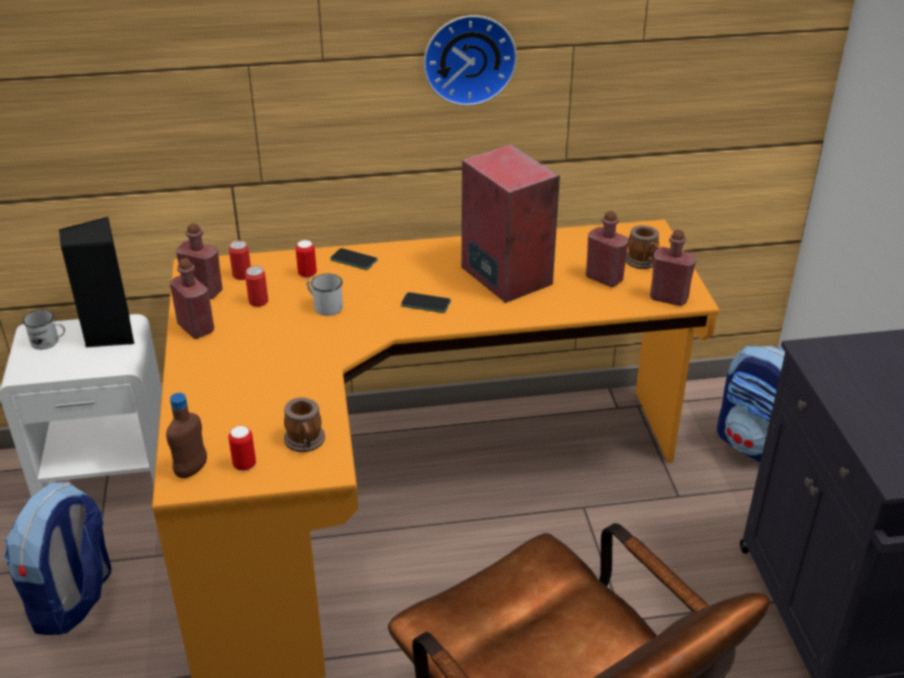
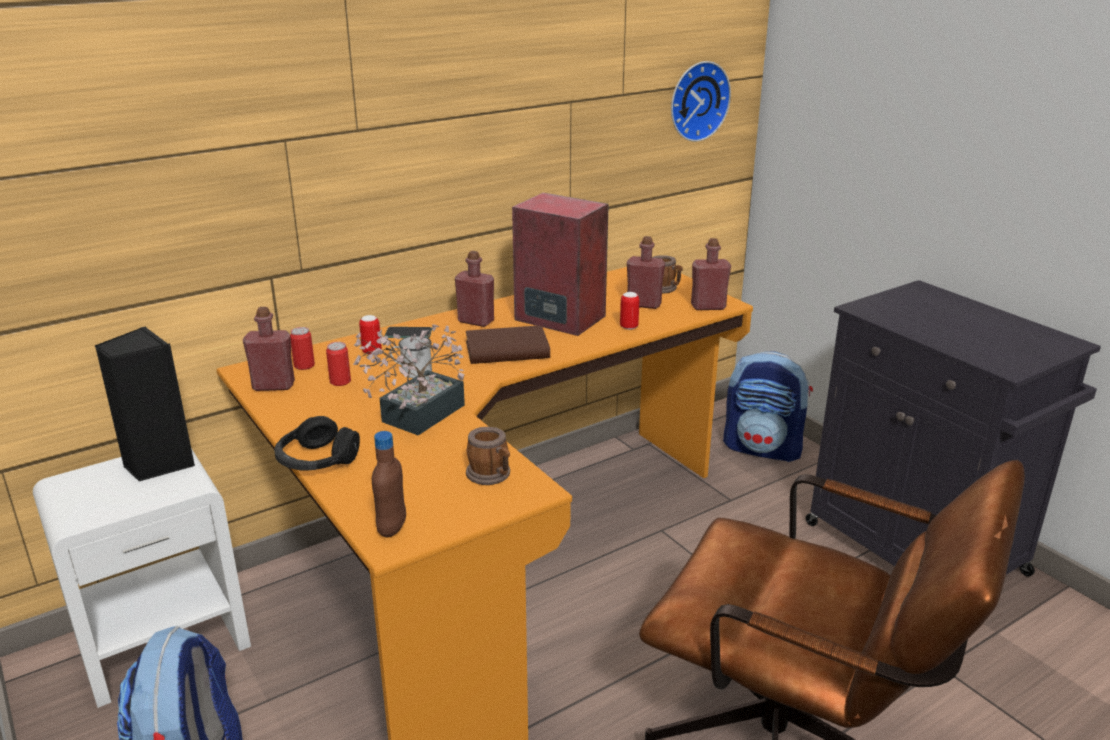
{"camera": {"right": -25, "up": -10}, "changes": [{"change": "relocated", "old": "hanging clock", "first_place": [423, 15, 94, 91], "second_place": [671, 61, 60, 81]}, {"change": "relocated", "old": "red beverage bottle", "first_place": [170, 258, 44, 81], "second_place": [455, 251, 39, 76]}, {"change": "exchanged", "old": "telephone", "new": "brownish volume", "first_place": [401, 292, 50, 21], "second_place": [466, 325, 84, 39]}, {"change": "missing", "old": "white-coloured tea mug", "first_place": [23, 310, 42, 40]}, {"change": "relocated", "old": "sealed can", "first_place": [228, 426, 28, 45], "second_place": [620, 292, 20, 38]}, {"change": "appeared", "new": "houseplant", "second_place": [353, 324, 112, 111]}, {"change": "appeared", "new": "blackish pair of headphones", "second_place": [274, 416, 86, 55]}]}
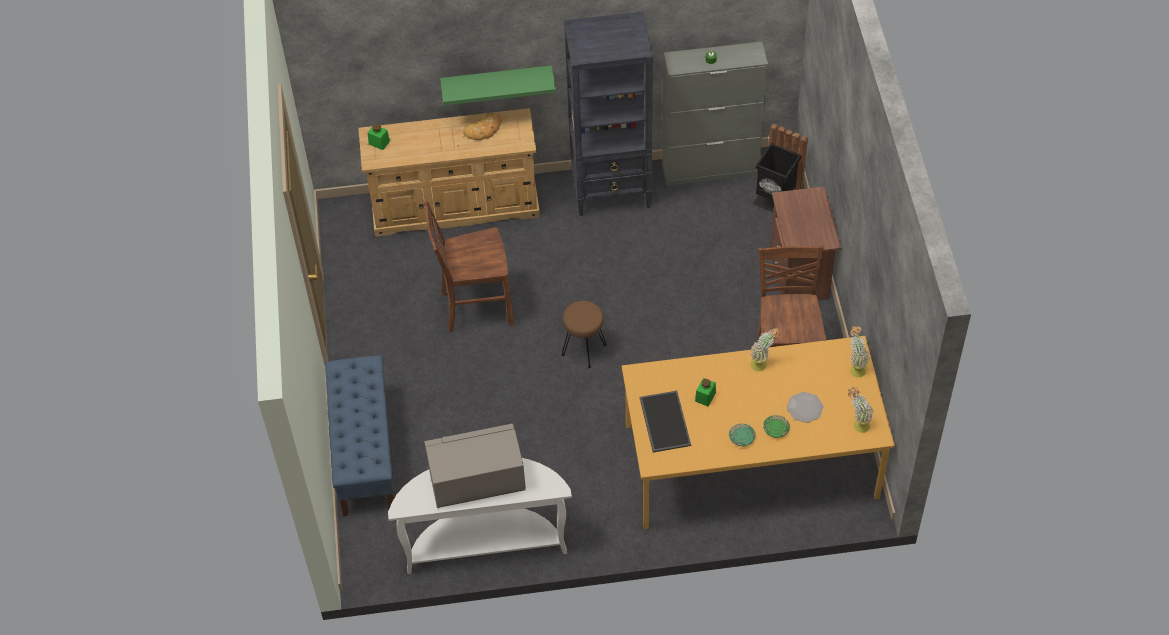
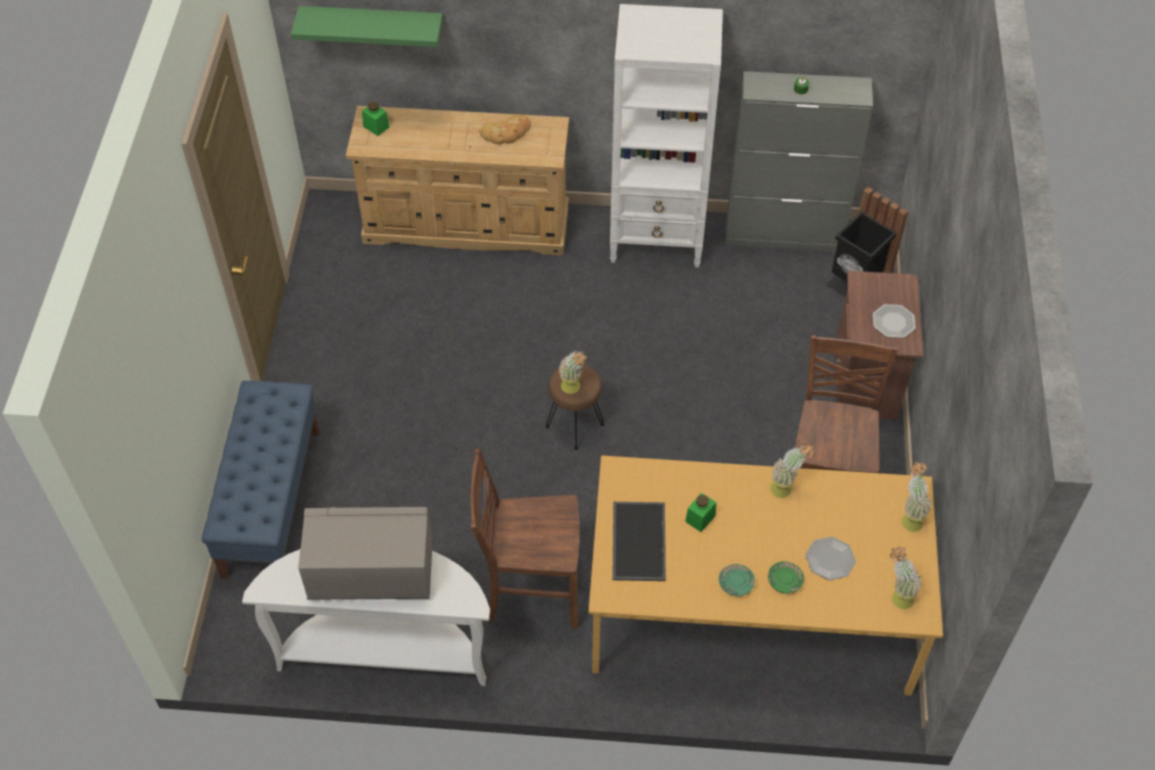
{"camera": {"right": 10, "up": 0}, "changes": [{"change": "colour", "old": "blackish bookcase", "new": "white-coloured bookcase", "first_place": [564, 11, 89, 205], "second_place": [610, 4, 113, 263]}, {"change": "relocated", "old": "greenish shelf", "first_place": [440, 65, 116, 41], "second_place": [291, 6, 152, 41]}, {"change": "relocated", "old": "brownish upright chair", "first_place": [424, 201, 90, 131], "second_place": [470, 449, 110, 180]}, {"change": "appeared", "new": "flat dish", "second_place": [873, 304, 43, 34]}, {"change": "appeared", "new": "houseplant", "second_place": [558, 351, 29, 43]}]}
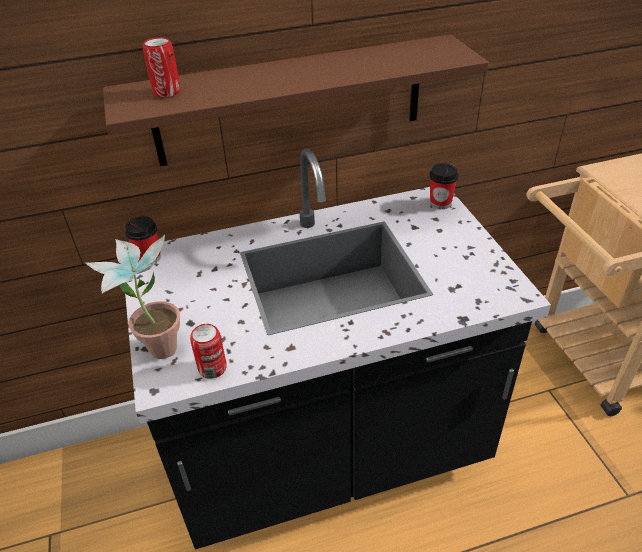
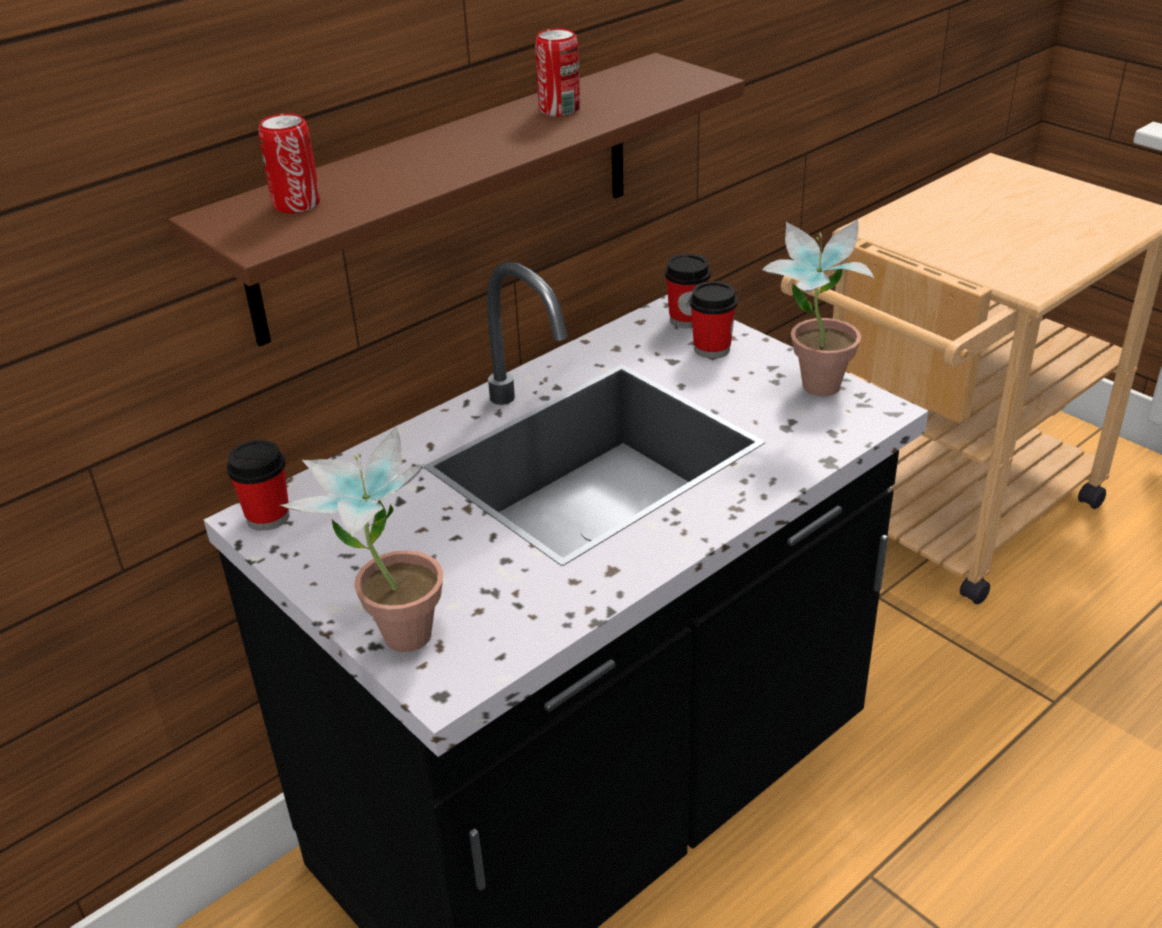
{"camera": {"right": -25, "up": -5}, "changes": [{"change": "relocated", "old": "sealed can", "first_place": [190, 324, 36, 55], "second_place": [535, 28, 45, 88]}, {"change": "appeared", "new": "houseplant", "second_place": [762, 219, 112, 177]}, {"change": "appeared", "new": "cup", "second_place": [690, 281, 48, 78]}]}
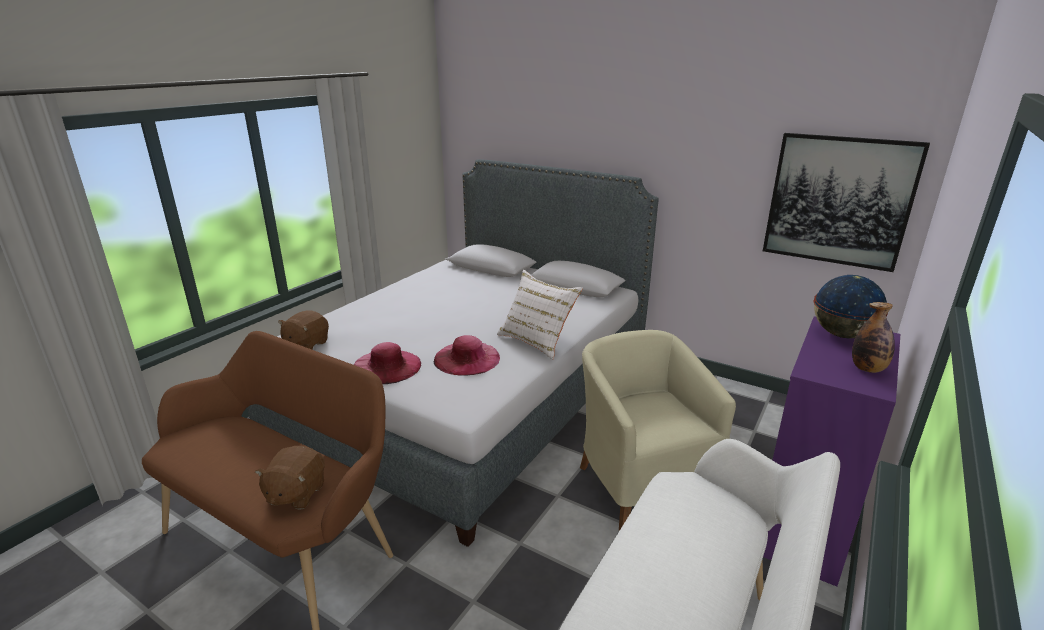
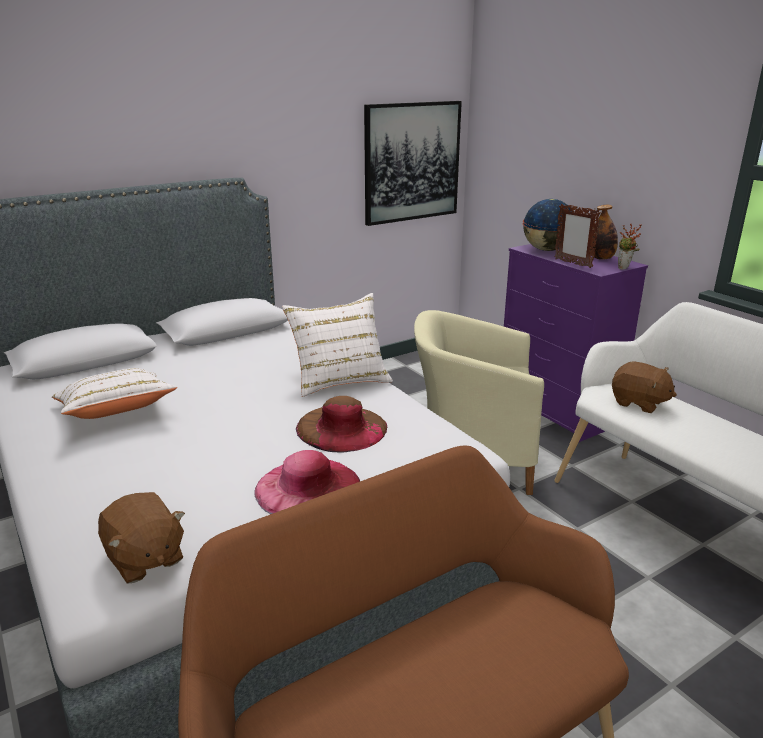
{"camera": {"right": -65, "up": 0}, "changes": [{"change": "colour", "old": "pink-coloured clothing hat", "new": "brownish clothing hat", "first_place": [434, 335, 66, 40], "second_place": [296, 396, 91, 57]}, {"change": "relocated", "old": "brownish plush toy", "first_place": [255, 446, 70, 64], "second_place": [612, 361, 65, 52]}, {"change": "appeared", "new": "photo frame", "second_place": [554, 204, 47, 64]}, {"change": "appeared", "new": "houseplant", "second_place": [618, 224, 24, 46]}, {"change": "appeared", "new": "white-coloured cushion", "second_place": [52, 368, 125, 51]}]}
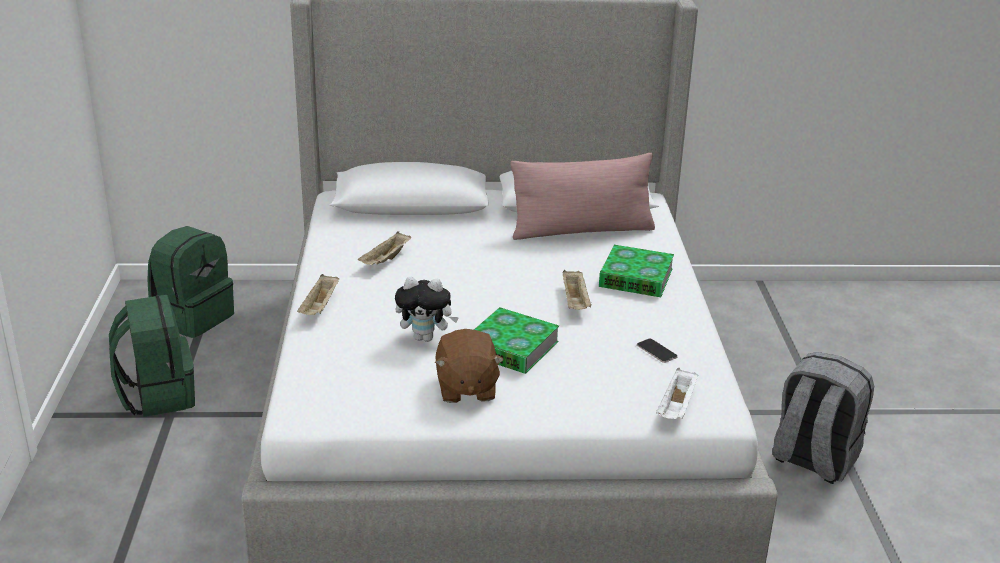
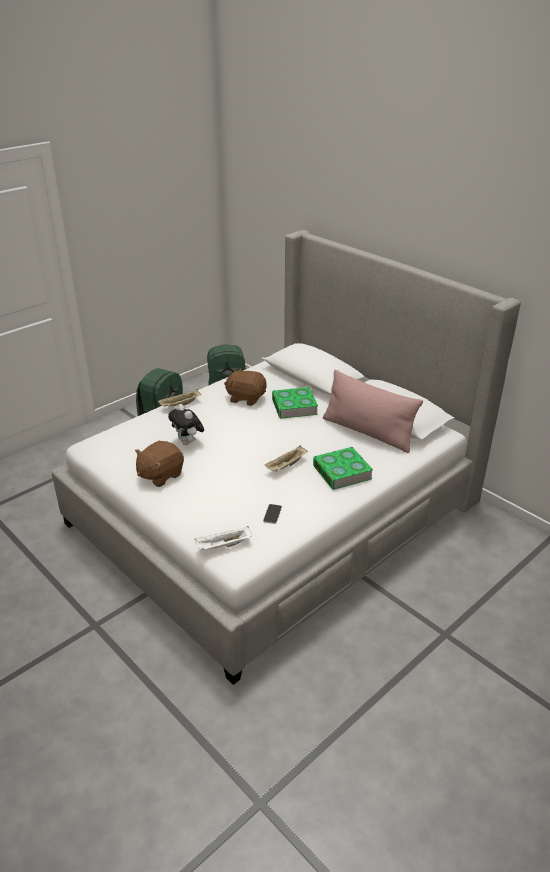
{"camera": {"right": 50, "up": 5}, "changes": [{"change": "exchanged", "old": "beige-coloured tray", "new": "brownish plush toy", "first_place": [358, 231, 53, 34], "second_place": [224, 368, 43, 38]}, {"change": "relocated", "old": "volume", "first_place": [474, 307, 85, 67], "second_place": [272, 387, 46, 32]}, {"change": "missing", "old": "greyish backpack", "first_place": [772, 352, 102, 132]}]}
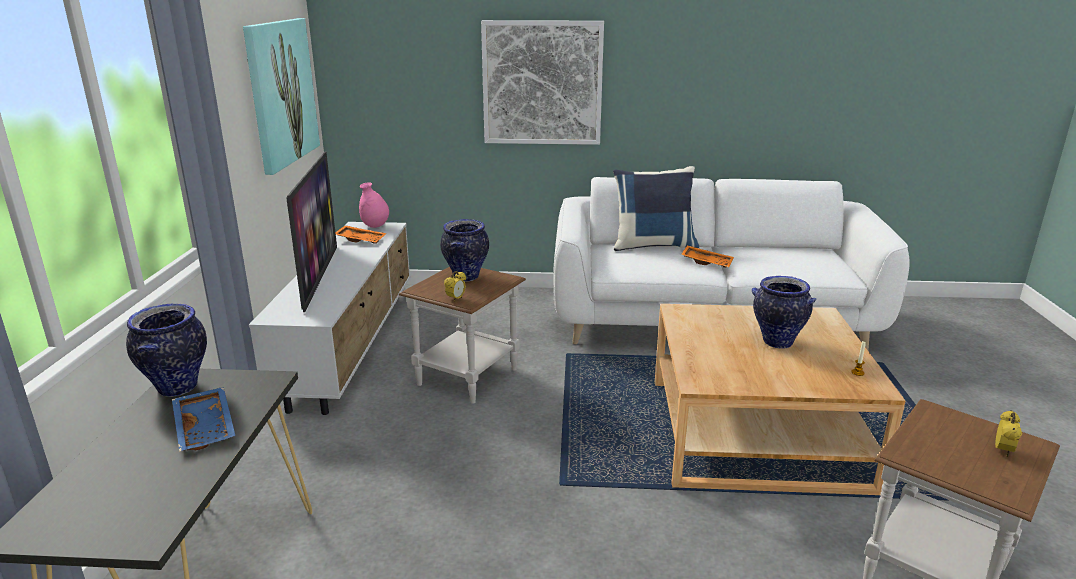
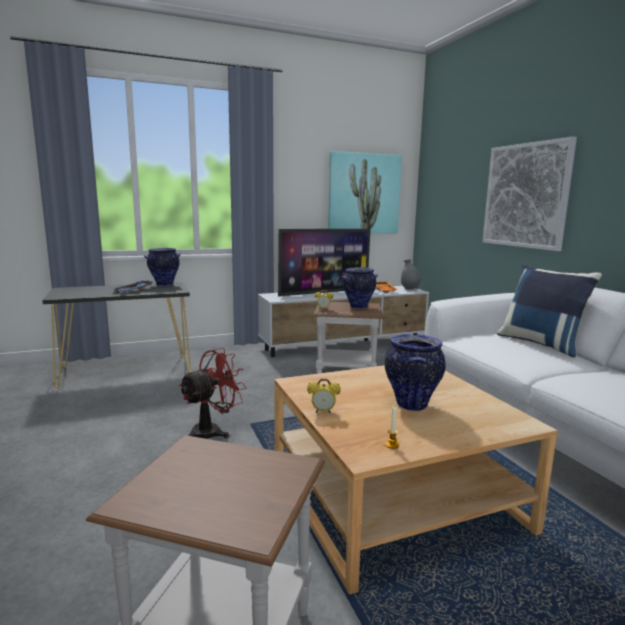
{"camera": {"right": 65, "up": -10}, "changes": [{"change": "colour", "old": "pink-coloured flower vase", "new": "greyish flower vase", "first_place": [359, 182, 30, 46], "second_place": [401, 259, 20, 30]}, {"change": "missing", "old": "orange-coloured tray", "first_place": [681, 245, 53, 23]}, {"change": "relocated", "old": "alarm clock", "first_place": [995, 410, 27, 47], "second_place": [307, 379, 34, 34]}, {"change": "appeared", "new": "red cooling fan", "second_place": [179, 348, 67, 91]}]}
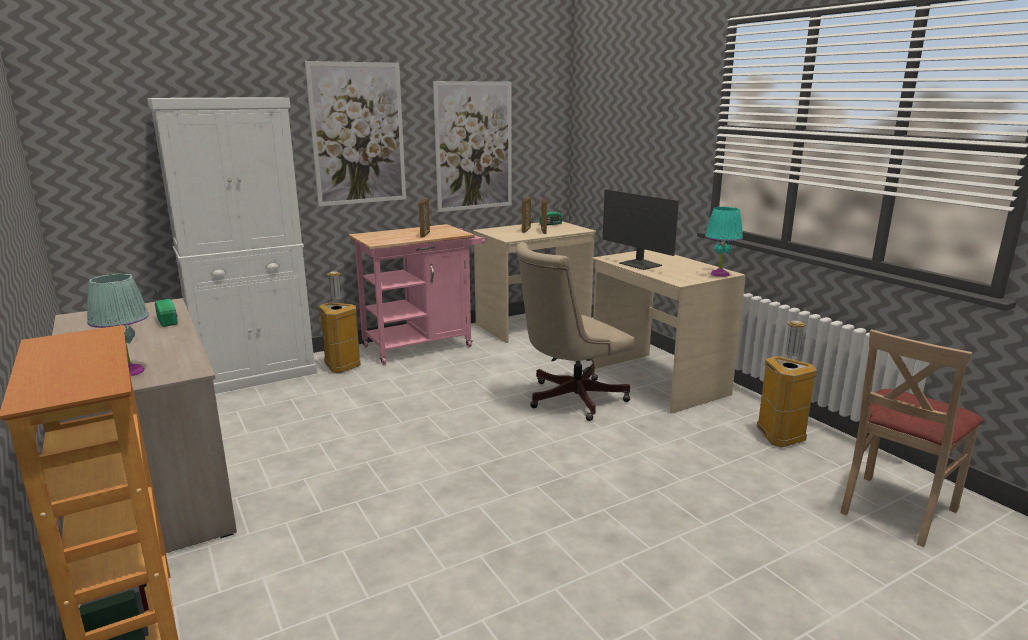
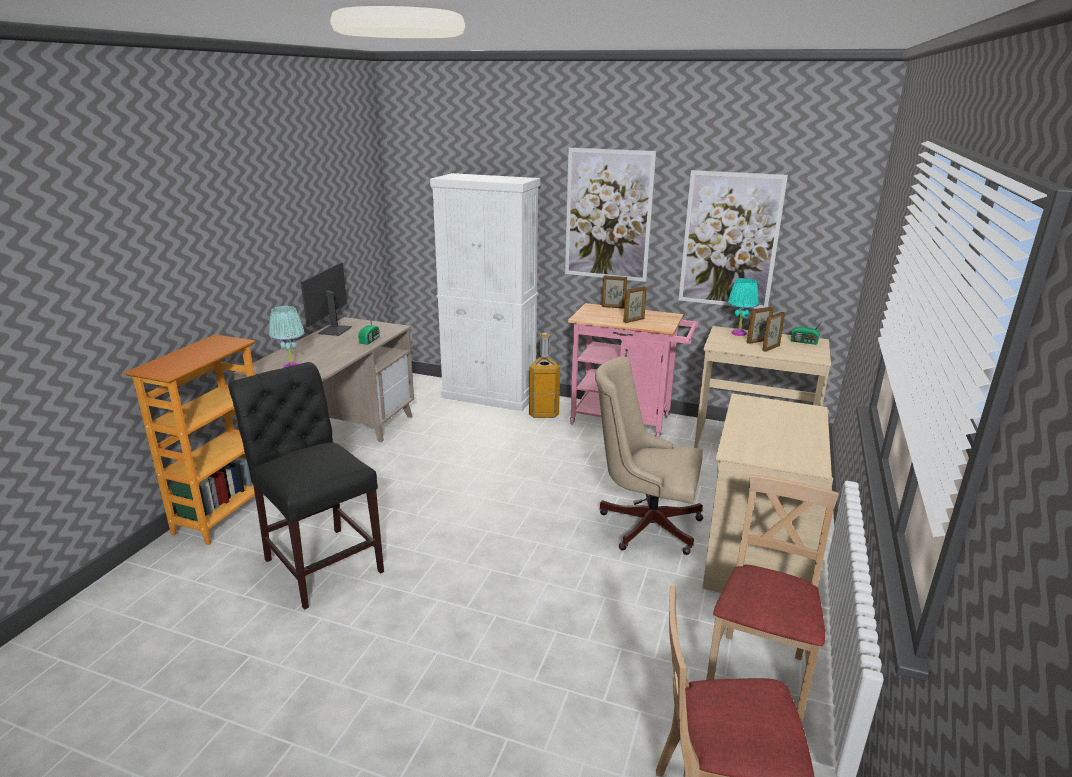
{"camera": {"right": 50, "up": 5}, "changes": [{"change": "relocated", "old": "computer display", "first_place": [603, 190, 76, 80], "second_place": [301, 262, 51, 74]}, {"change": "relocated", "old": "turquoise lamp for a table", "first_place": [705, 207, 38, 70], "second_place": [728, 278, 31, 58]}, {"change": "exchanged", "old": "trash can", "new": "beige-coloured upright chair", "first_place": [757, 320, 60, 127], "second_place": [706, 474, 133, 248]}, {"change": "appeared", "new": "photo frame", "second_place": [602, 275, 25, 34]}, {"change": "appeared", "new": "blackish upright chair", "second_place": [228, 362, 156, 248]}]}
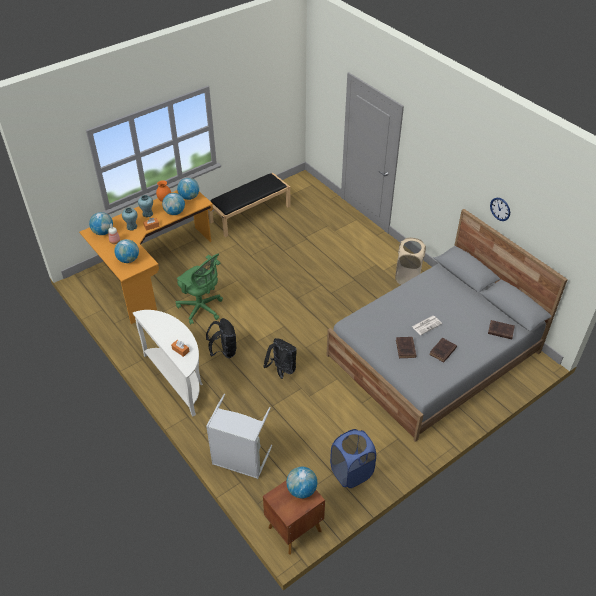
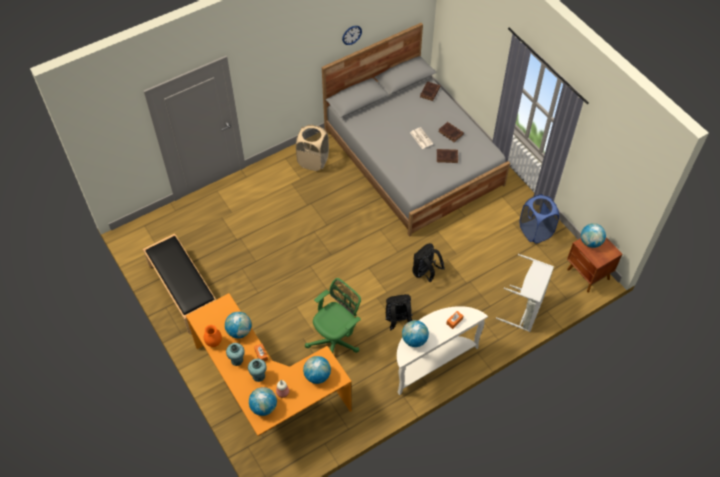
{"camera": {"right": -85, "up": 10}, "changes": [{"change": "relocated", "old": "globe", "first_place": [177, 178, 22, 22], "second_place": [402, 320, 27, 27]}]}
